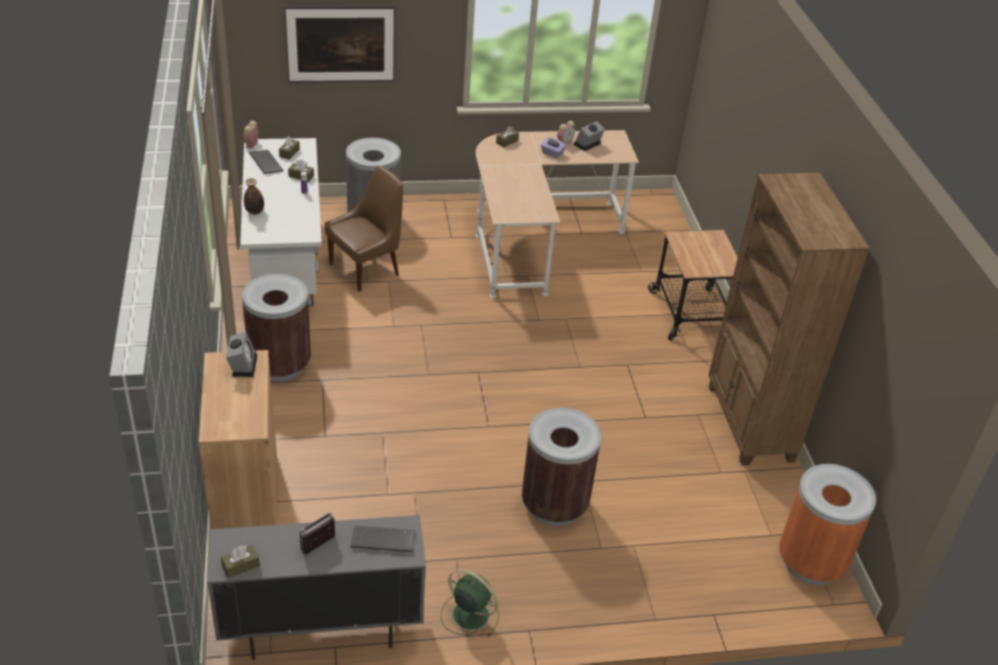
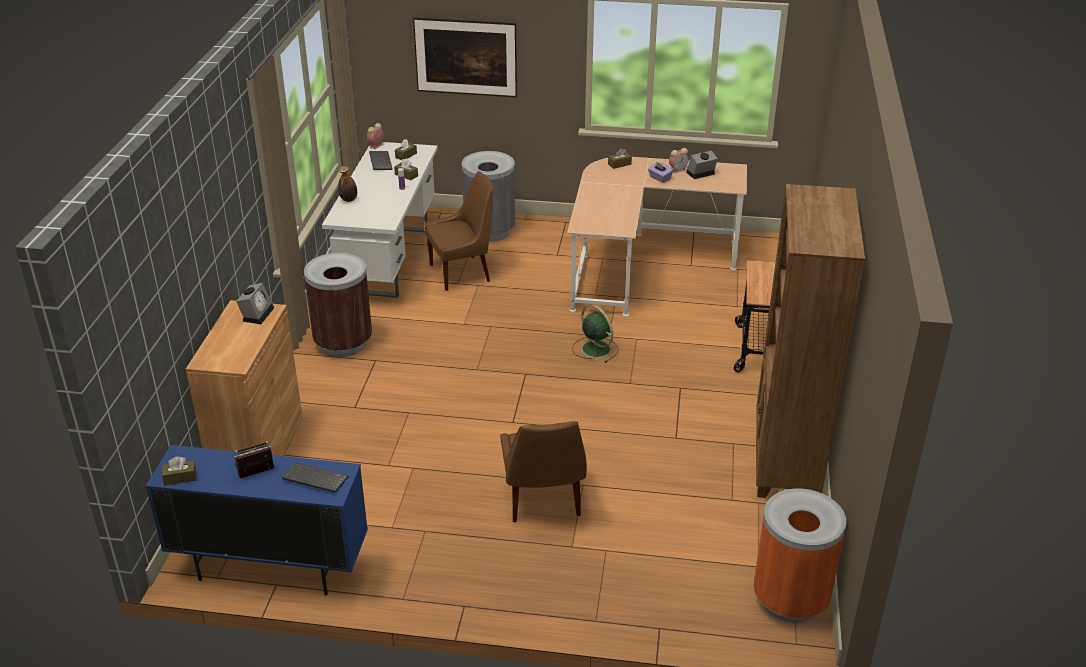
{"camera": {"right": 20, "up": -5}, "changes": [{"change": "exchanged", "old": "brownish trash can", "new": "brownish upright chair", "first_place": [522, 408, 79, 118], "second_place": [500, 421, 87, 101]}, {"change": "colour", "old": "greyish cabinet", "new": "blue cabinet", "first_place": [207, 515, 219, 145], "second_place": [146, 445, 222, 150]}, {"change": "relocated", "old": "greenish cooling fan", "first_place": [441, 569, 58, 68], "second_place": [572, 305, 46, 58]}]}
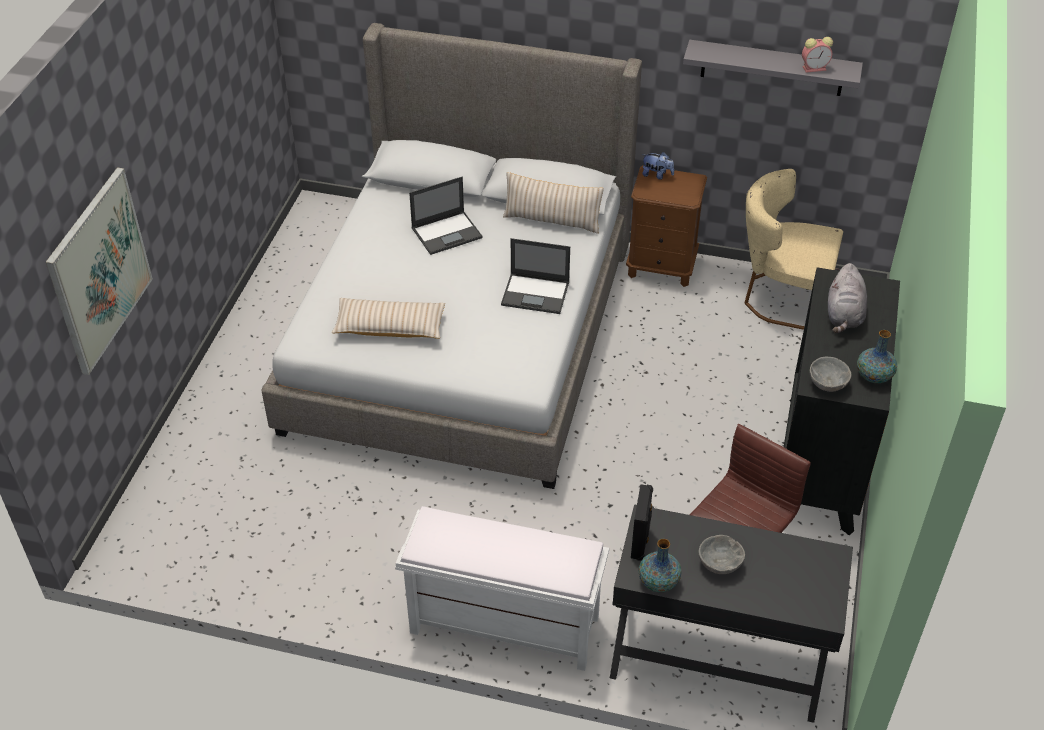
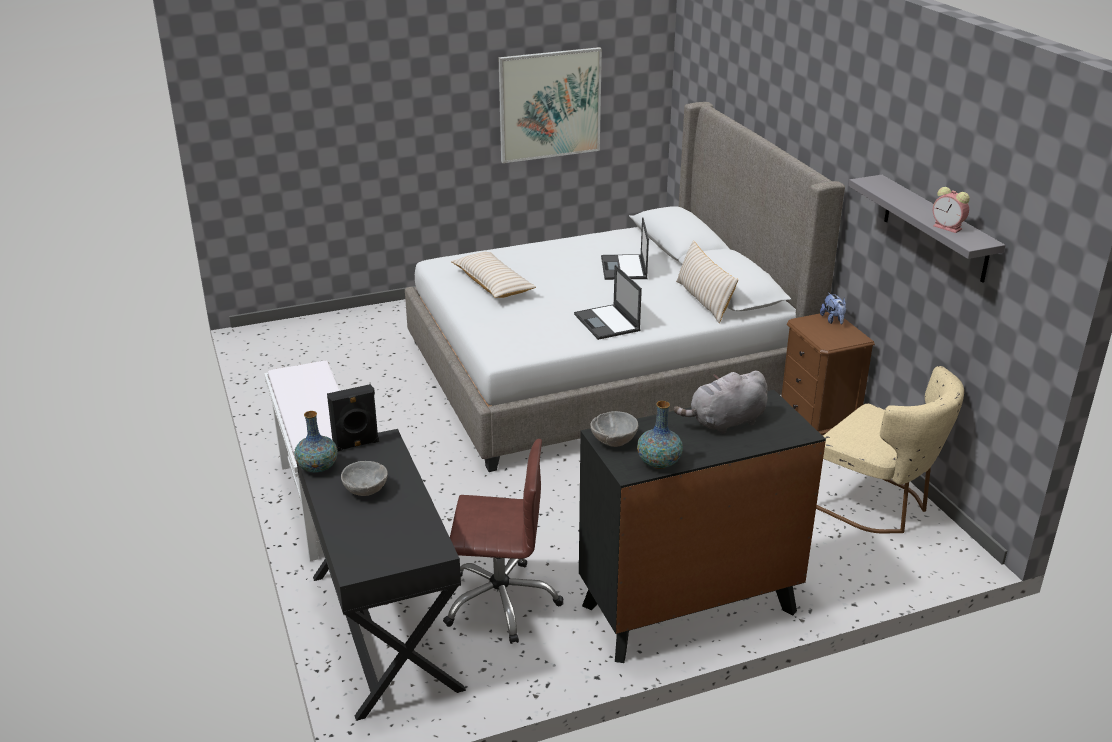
{"camera": {"right": 55, "up": -15}, "changes": [{"change": "relocated", "old": "wall picture", "first_place": [46, 167, 107, 208], "second_place": [499, 47, 103, 116]}, {"change": "spun", "old": "beige-coloured upright chair", "first_place": [744, 169, 99, 161], "second_place": [816, 366, 148, 167], "degrees": 150}, {"change": "spun", "old": "laptop", "first_place": [409, 177, 74, 78], "second_place": [601, 217, 48, 63], "degrees": 60}]}
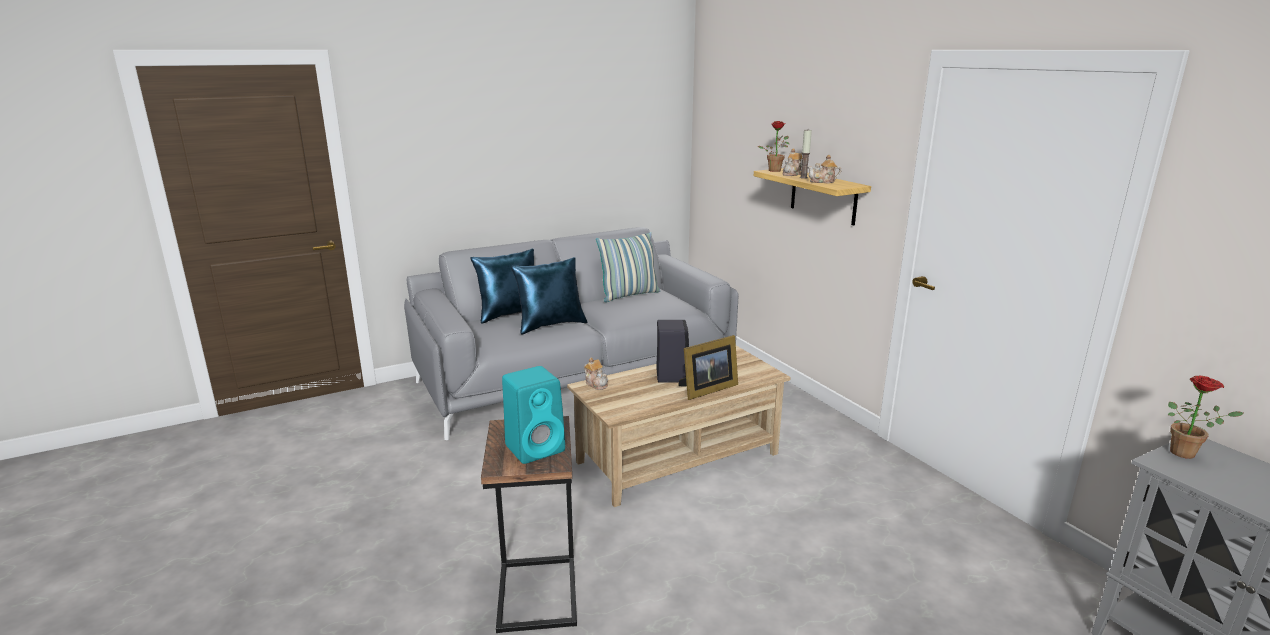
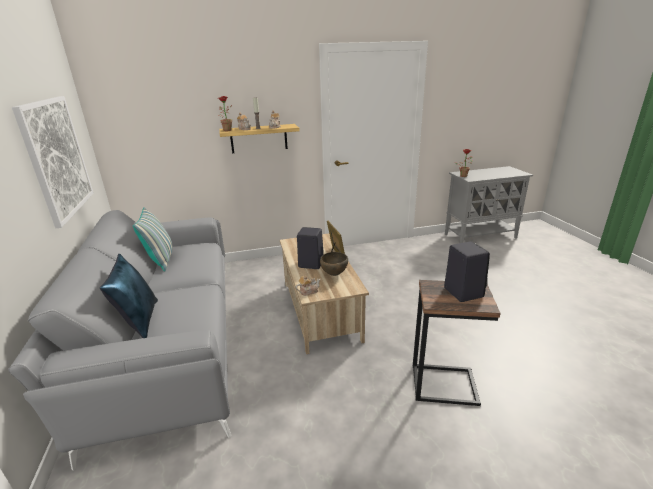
{"camera": {"right": -75, "up": 5}, "changes": [{"change": "missing", "old": "blue cushion", "first_place": [511, 257, 77, 78]}, {"change": "colour", "old": "turquoise speaker", "new": "blackish speaker", "first_place": [502, 366, 63, 98], "second_place": [444, 241, 46, 61]}, {"change": "appeared", "new": "wall picture", "second_place": [12, 96, 82, 132]}, {"change": "appeared", "new": "brownish serving bowl", "second_place": [320, 252, 28, 24]}]}
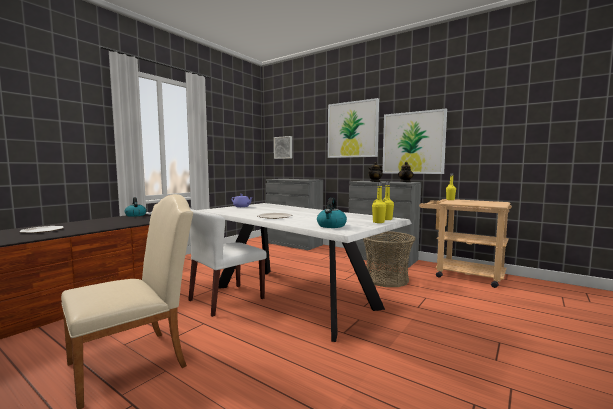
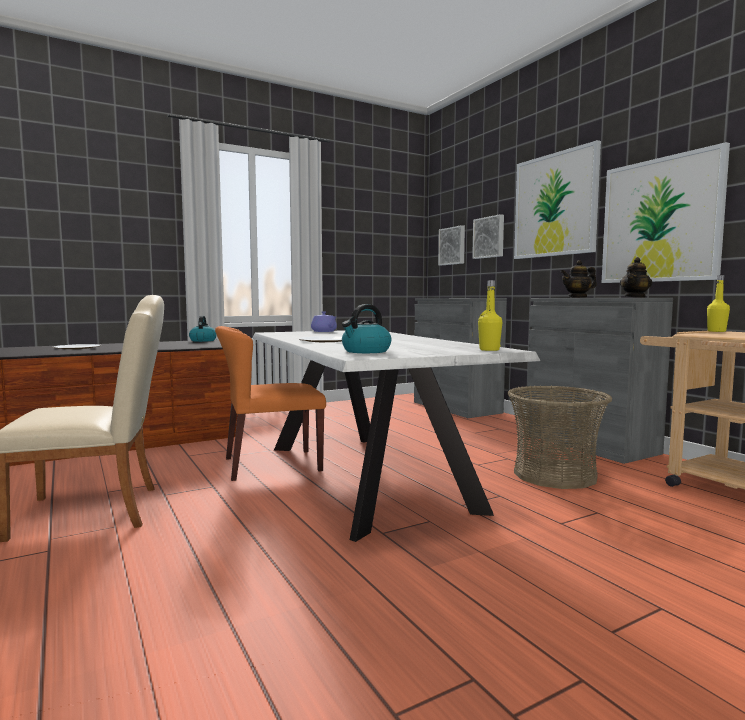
{"camera": {"right": 25, "up": 0}, "changes": [{"change": "missing", "old": "yellowish beverage bottle", "first_place": [372, 182, 14, 41]}, {"change": "colour", "old": "white-coloured upright chair", "new": "orange-coloured upright chair", "first_place": [188, 209, 79, 108], "second_place": [215, 326, 111, 155]}, {"change": "appeared", "new": "wall picture", "second_place": [472, 214, 32, 45]}]}
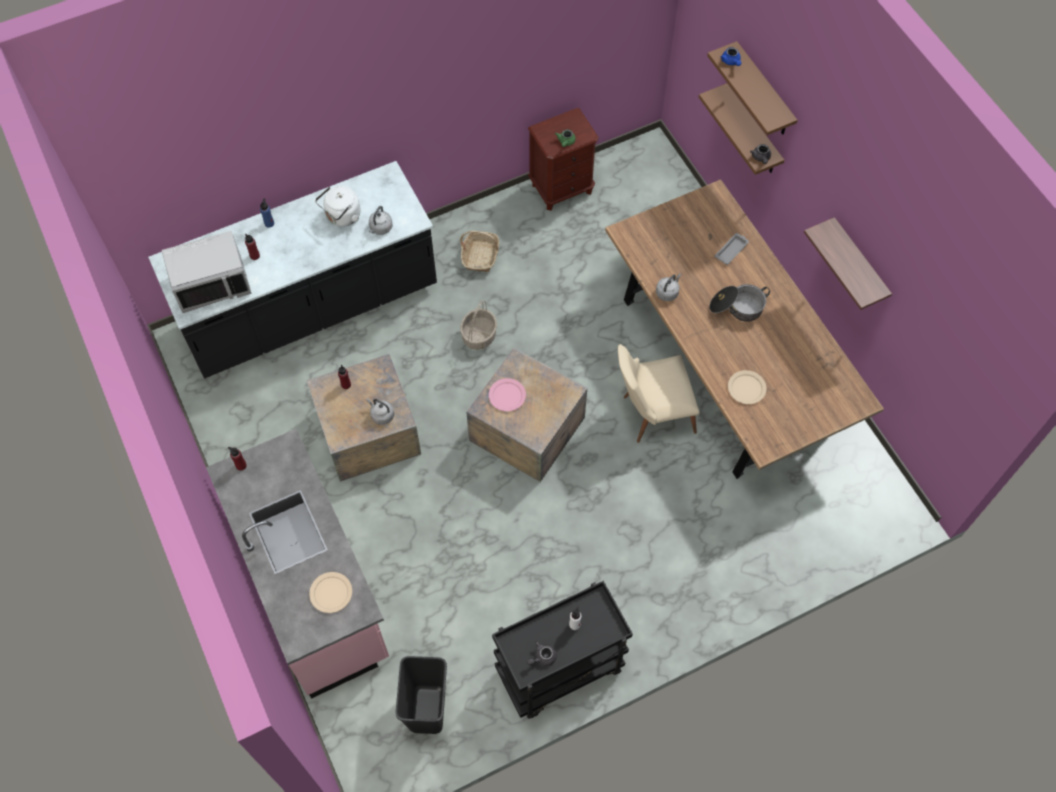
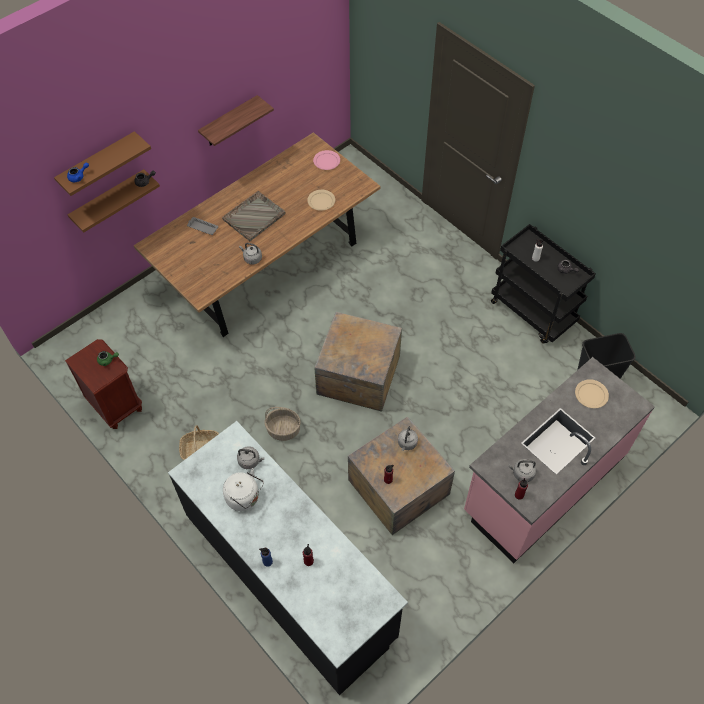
{"camera": {"right": -105, "up": -5}, "changes": [{"change": "missing", "old": "greyish kitchen microwave", "first_place": [162, 231, 90, 82]}, {"change": "exchanged", "old": "stockpot", "new": "greyish tray", "first_place": [709, 284, 61, 38], "second_place": [222, 191, 63, 50]}, {"change": "missing", "old": "beige-coloured upright chair", "first_place": [618, 344, 82, 99]}, {"change": "relocated", "old": "pink-coloured flat dish", "first_place": [489, 378, 37, 33], "second_place": [313, 150, 27, 20]}, {"change": "appeared", "new": "greyish kettle", "second_place": [508, 459, 28, 23]}]}
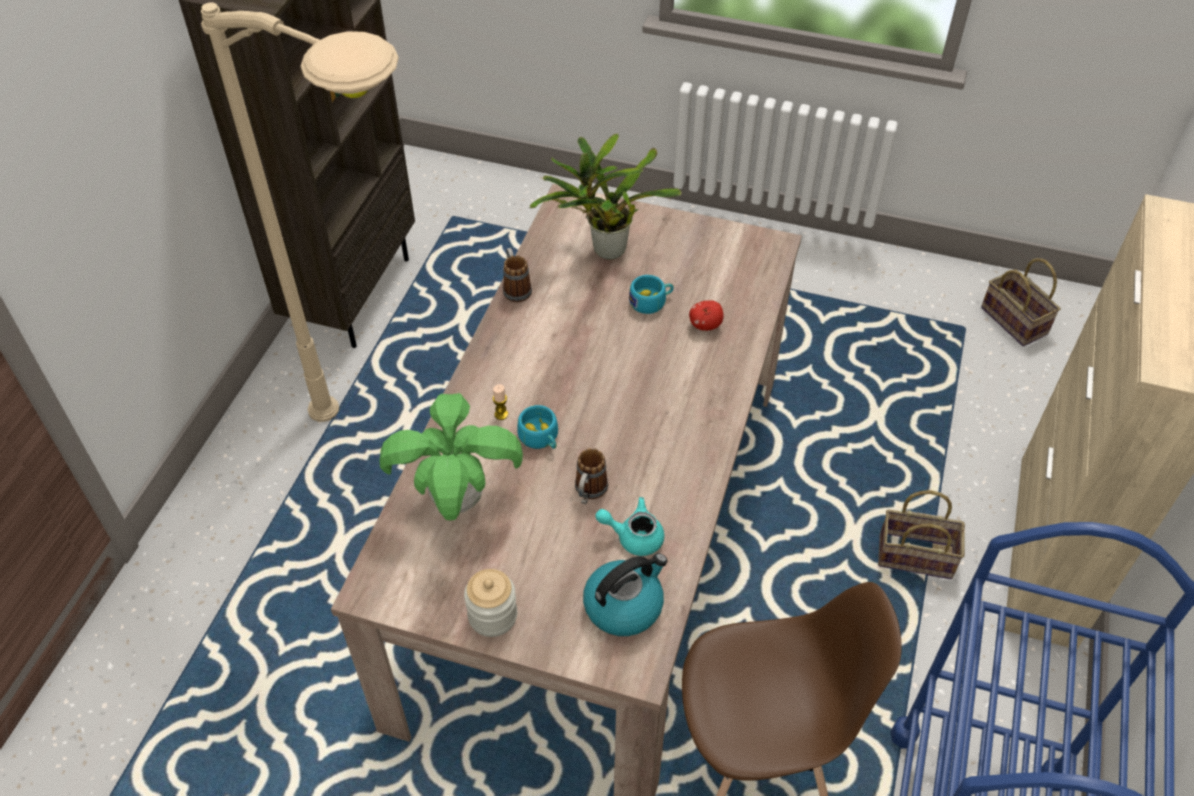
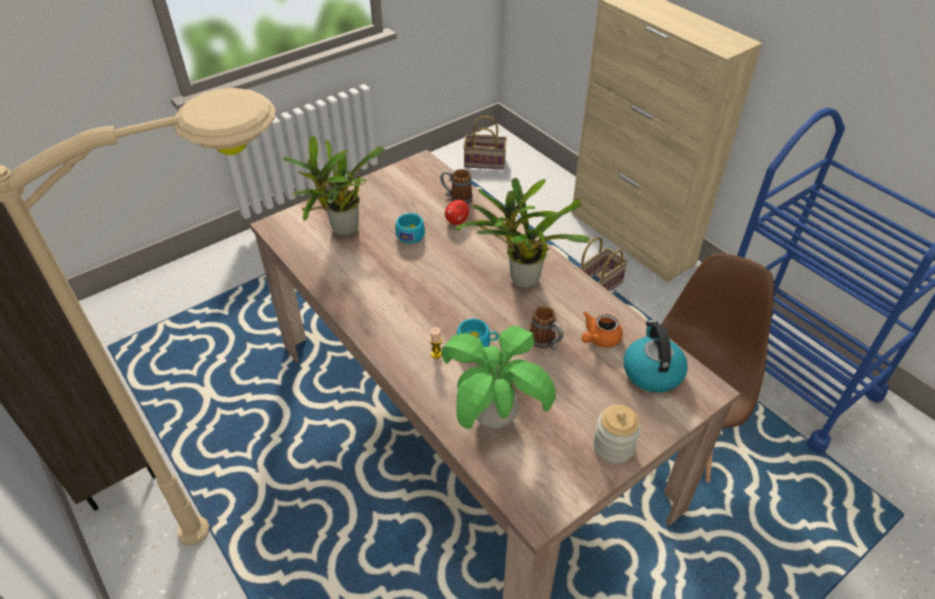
{"camera": {"right": -55, "up": -5}, "changes": [{"change": "relocated", "old": "tea mug", "first_place": [503, 248, 29, 54], "second_place": [440, 169, 33, 35]}, {"change": "colour", "old": "turquoise pot for tea", "new": "orange-coloured pot for tea", "first_place": [595, 497, 69, 59], "second_place": [581, 312, 42, 36]}, {"change": "appeared", "new": "houseplant", "second_place": [455, 177, 135, 111]}]}
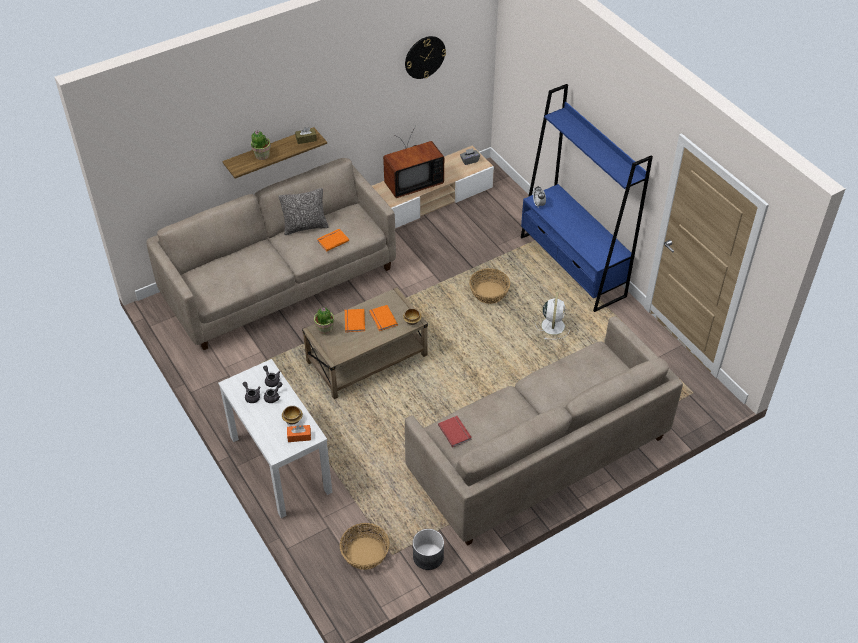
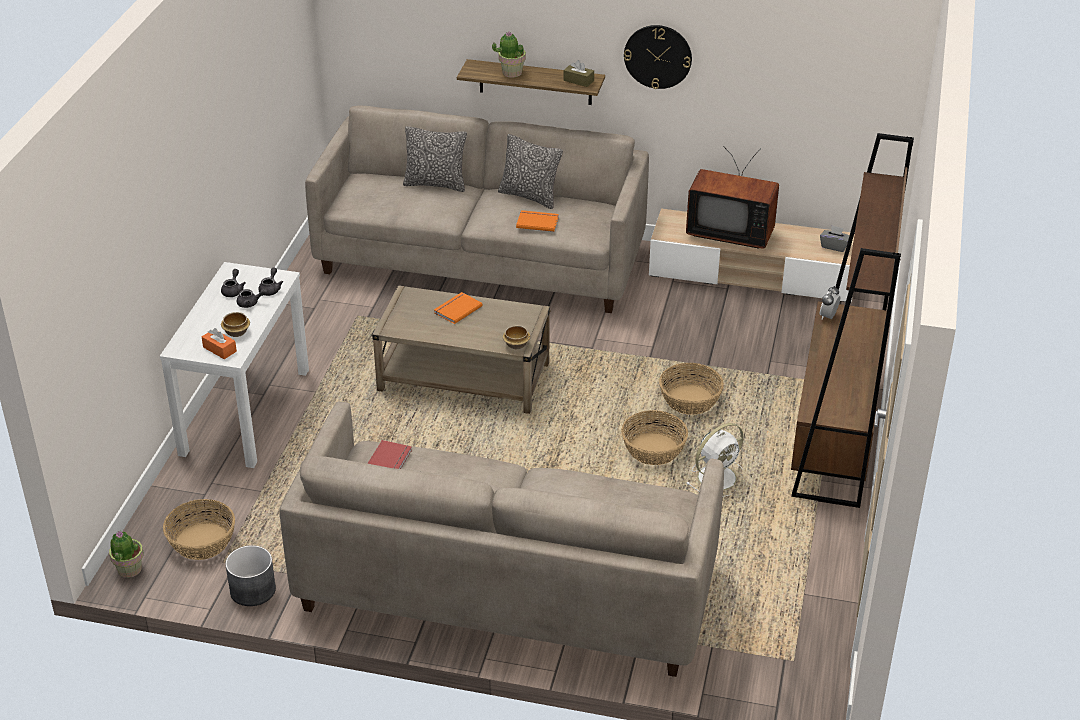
{"camera": {"right": 45, "up": -10}, "changes": [{"change": "relocated", "old": "hanging clock", "first_place": [405, 36, 41, 43], "second_place": [624, 25, 68, 64]}, {"change": "colour", "old": "blue bookcase", "new": "brownish bookcase", "first_place": [521, 84, 132, 228], "second_place": [791, 133, 123, 375]}, {"change": "missing", "old": "orange-coloured volume", "first_place": [369, 305, 29, 26]}, {"change": "relocated", "old": "houseplant", "first_place": [314, 307, 20, 28], "second_place": [109, 531, 34, 47]}, {"change": "appeared", "new": "cushion", "second_place": [403, 126, 64, 66]}, {"change": "appeared", "new": "household basket", "second_place": [621, 410, 67, 55]}]}
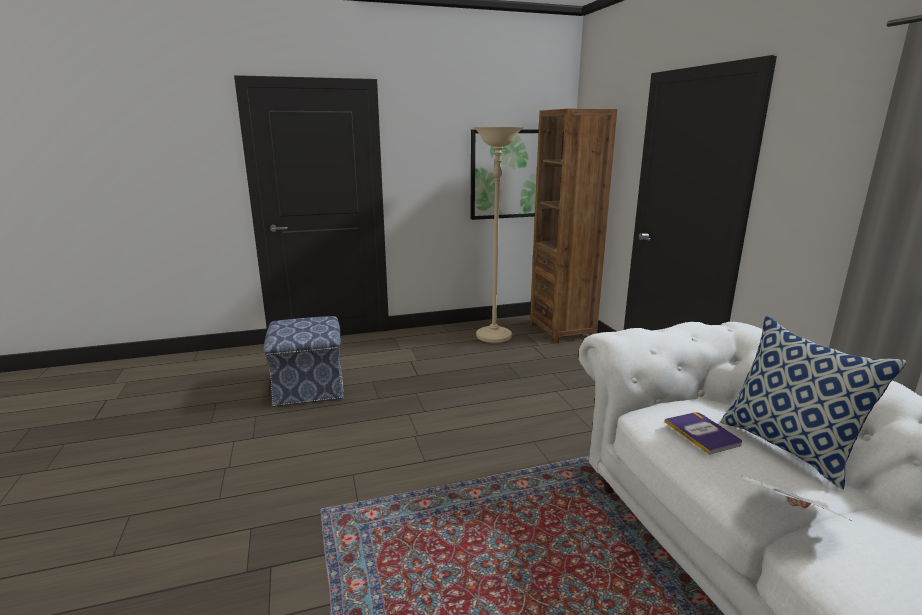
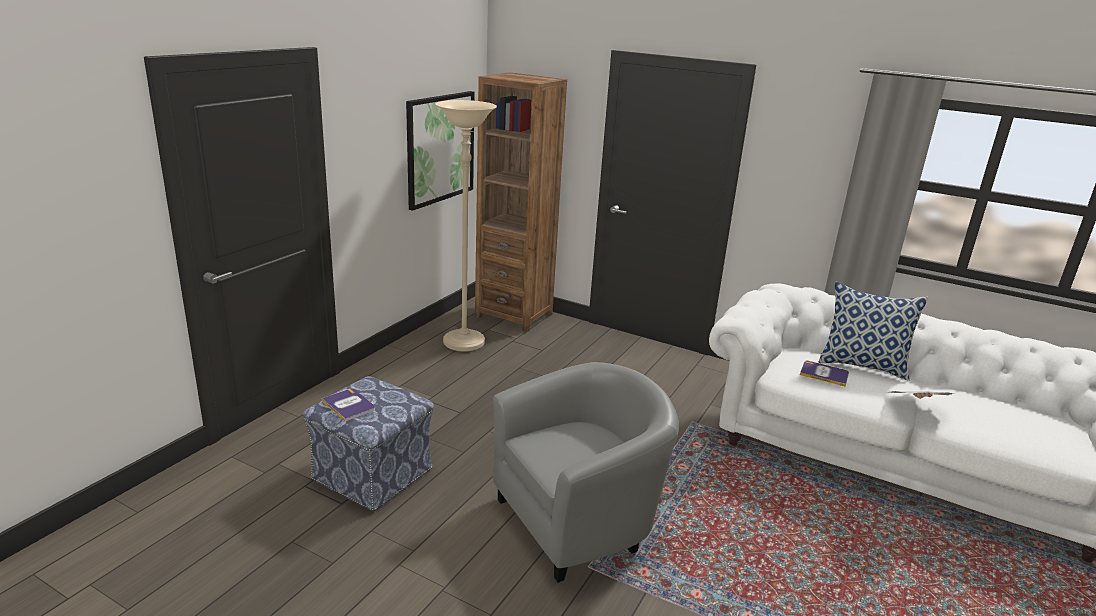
{"camera": {"right": -45, "up": 5}, "changes": [{"change": "appeared", "new": "greyish lounge chair", "second_place": [493, 362, 186, 221]}, {"change": "appeared", "new": "volume", "second_place": [322, 389, 53, 33]}]}
